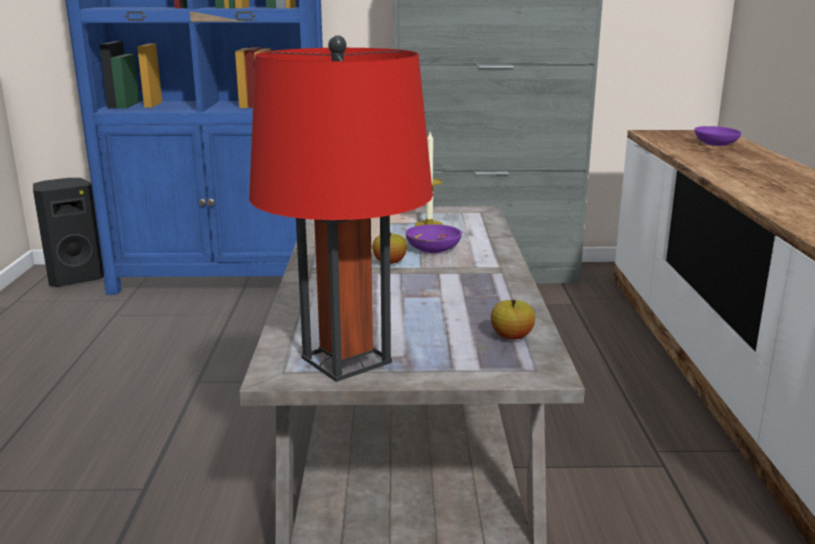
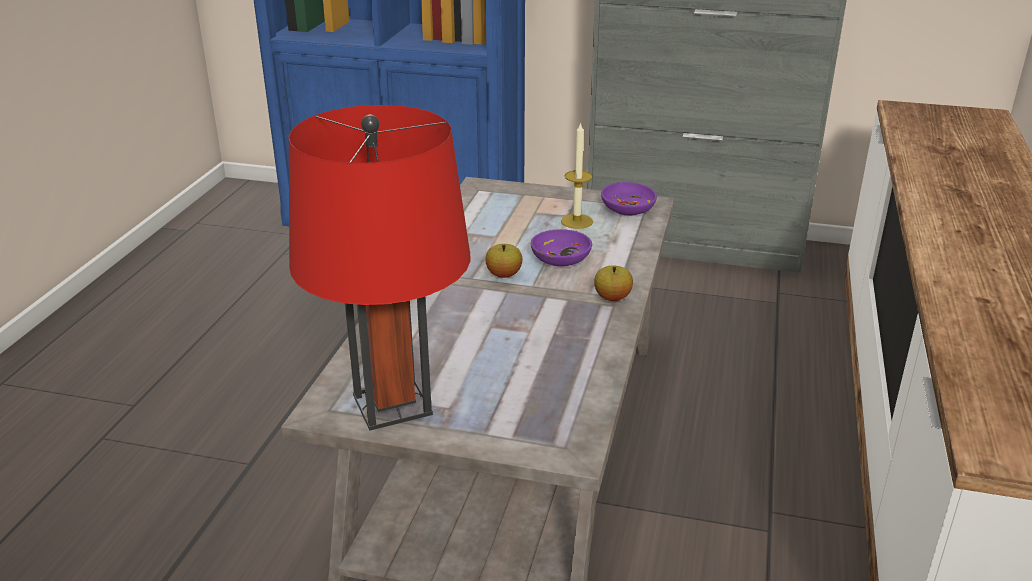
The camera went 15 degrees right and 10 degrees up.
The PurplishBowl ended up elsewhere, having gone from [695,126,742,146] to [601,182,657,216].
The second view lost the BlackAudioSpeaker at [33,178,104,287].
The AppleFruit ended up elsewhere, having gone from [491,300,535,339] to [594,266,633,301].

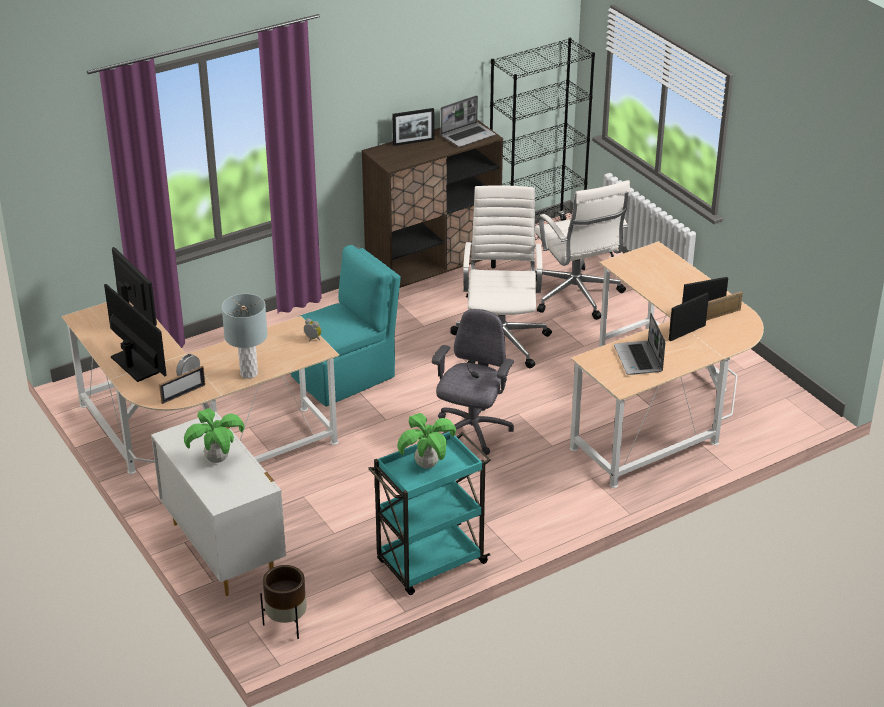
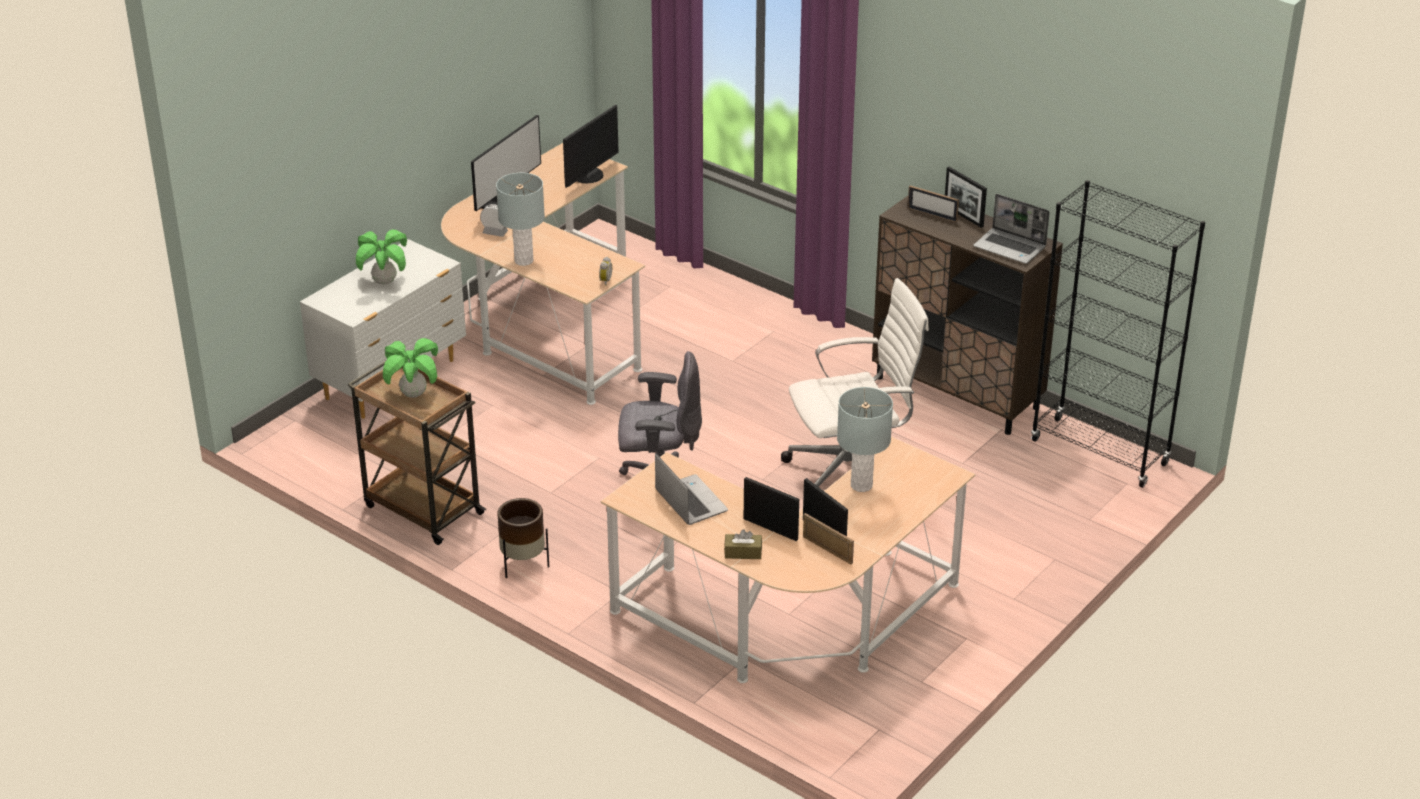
The camera went 70 degrees right and 0 degrees up.
The second view lost the WhiteOfficeChair at [535,180,630,320].
The second view lost the BlueGreenChair at [291,245,401,406].
The Laptop at [614,313,665,375] ended up facing another way, 90 degrees clockwise from before.
The PhotoFrame ended up elsewhere, having gone from [159,366,205,404] to [908,185,959,222].
What was the BlueGreenWheeledCart at [368,431,491,595] turned into the BrownColouredWheeledCart at [348,361,486,545].
The BrownColouredFlowerPot ended up elsewhere, having gone from [260,565,306,639] to [497,498,549,578].
The second view gained the GreyishTabletopLamp at [837,387,893,492].
The second view gained the BrownColouredTissueHolder at [724,529,762,559].

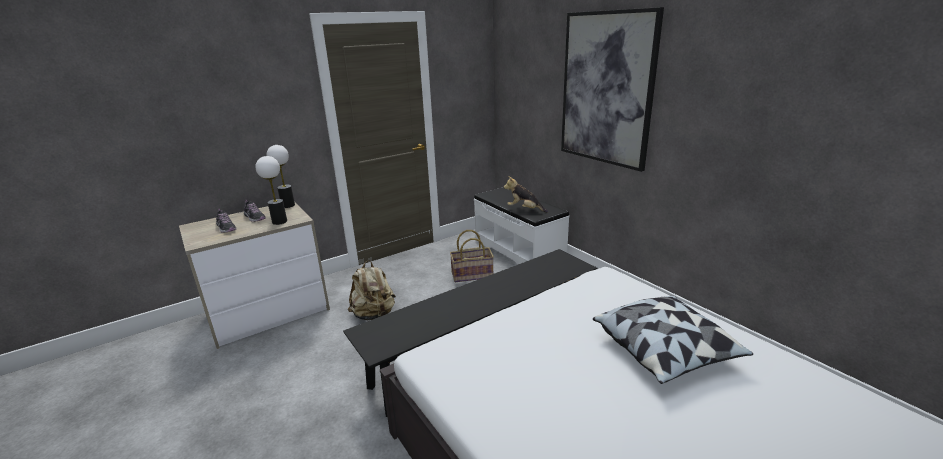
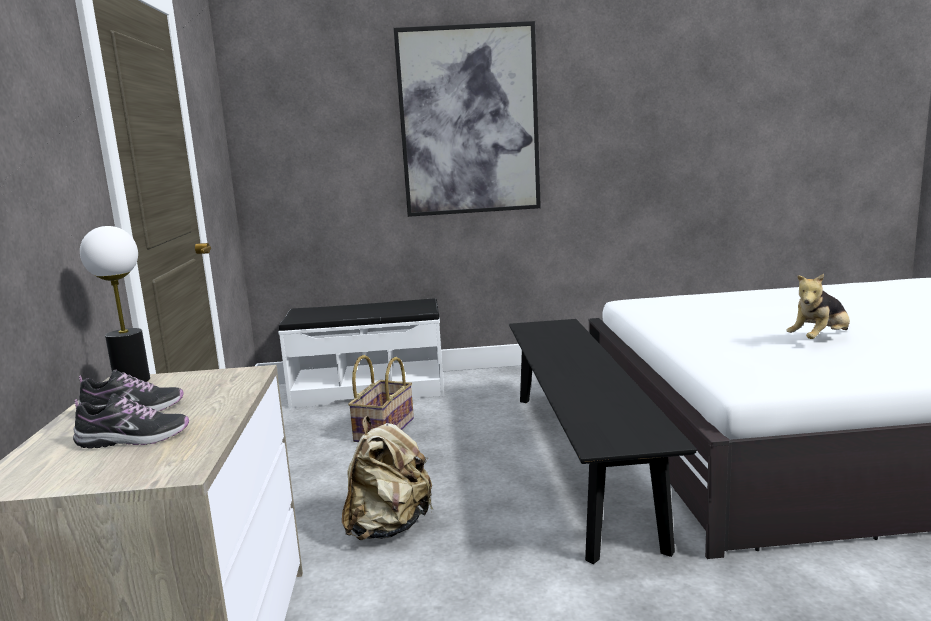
The camera went 60 degrees left and 10 degrees down.
The second view lost the TabletopLamp at [255,156,287,225].
The PlushToy ended up elsewhere, having gone from [504,176,548,213] to [786,274,850,339].
The second view lost the Pillow at [593,296,753,384].

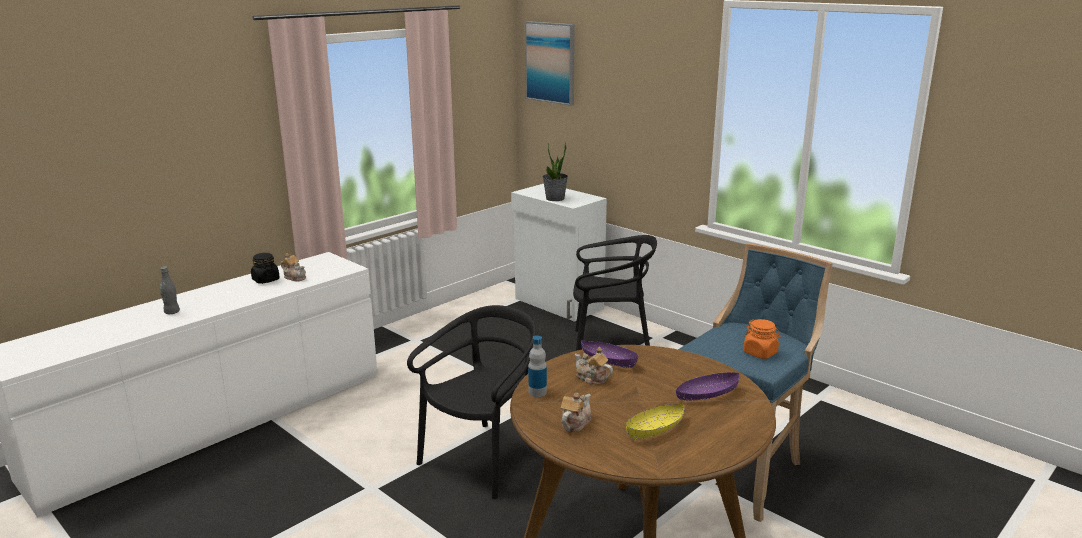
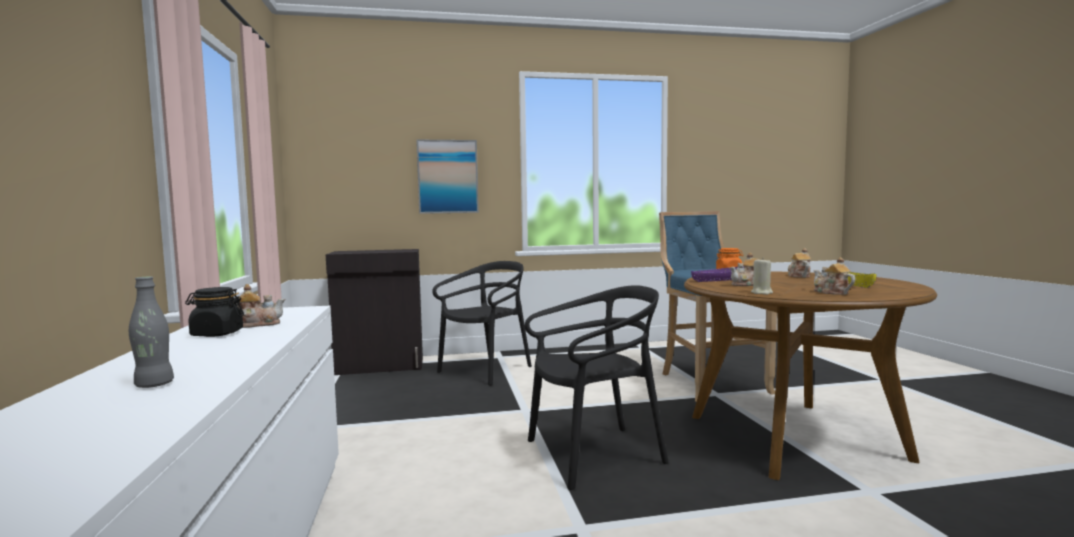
The camera went 55 degrees left and 15 degrees down.
The WallPicture ended up elsewhere, having gone from [525,21,575,106] to [416,140,479,214].
The second view lost the PottedPlant at [543,142,568,201].
What was the WhiteStorageCabinet at [511,184,607,322] turned into the BlackStorageCabinet at [326,249,423,375].
The BlackChair at [407,305,536,499] ended up facing another way, 90 degrees clockwise from before.
Where the DrinkBottle stood at [528,336,547,397], the BeigeWaxLight came to stand at [751,260,773,295].
Where the PurplishBowl stood at [676,372,739,401], the Teapot came to stand at [788,248,811,278].

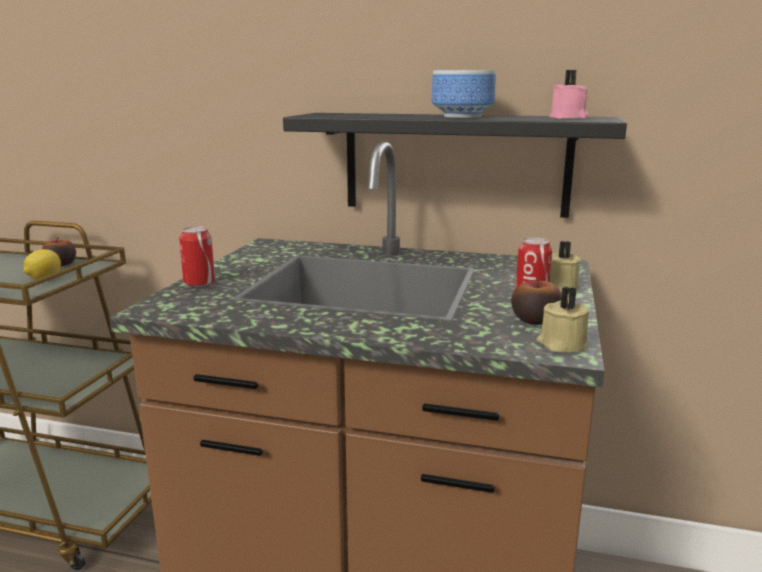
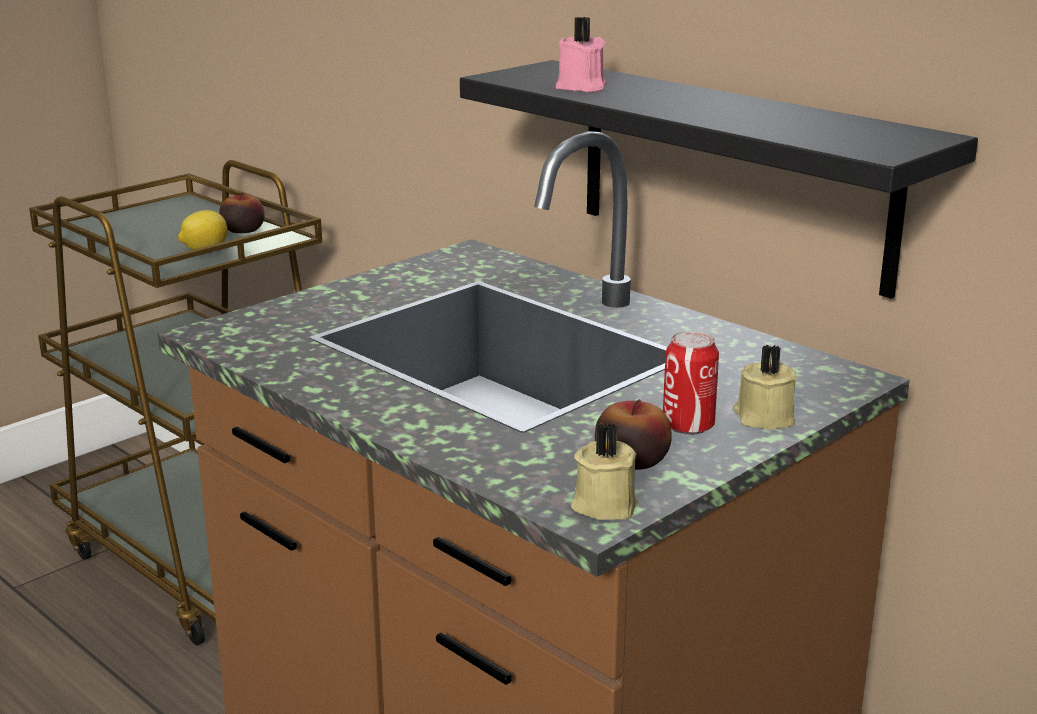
The camera went 30 degrees right and 5 degrees up.
The second view lost the Bowl at [432,70,496,118].
The PinkishWaxLight ended up elsewhere, having gone from [550,70,589,119] to [556,17,607,92].
The second view lost the SealedCan at [179,226,215,287].

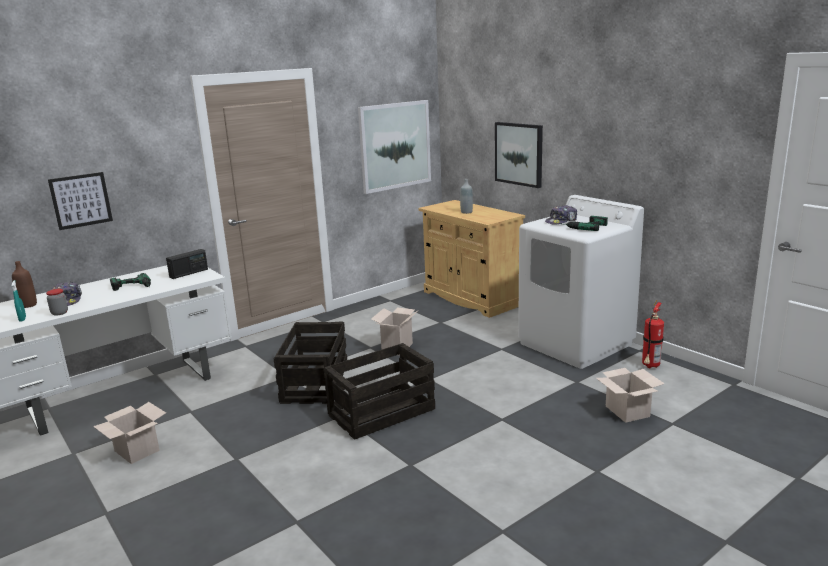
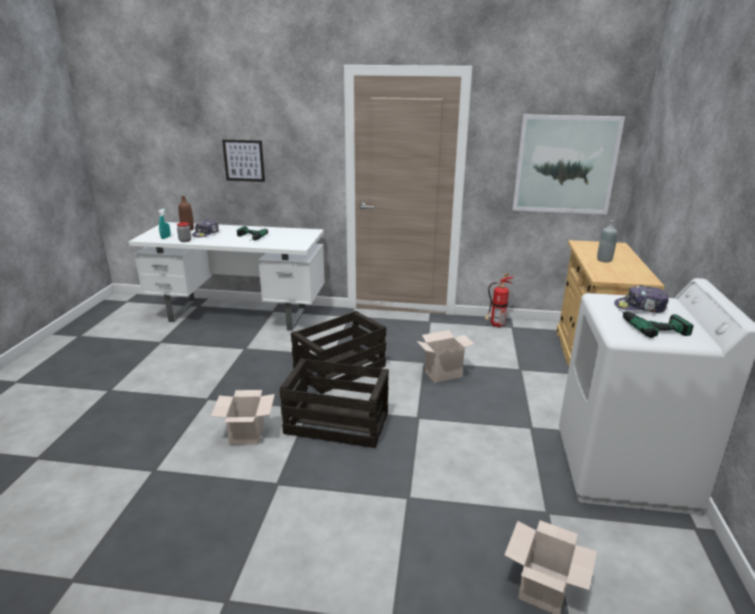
The camera went 45 degrees right and 5 degrees up.
The second view lost the WallPicture at [495,122,543,188].
The second view lost the Radio at [166,249,208,279].
The FireExtinguisher ended up elsewhere, having gone from [642,300,664,368] to [484,273,513,328].
The CardboardBox ended up elsewhere, having gone from [93,402,166,464] to [211,390,275,445].

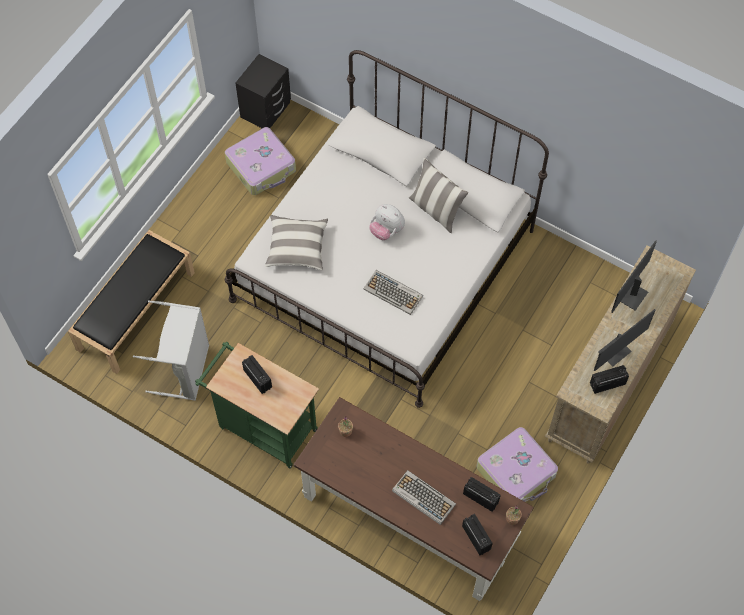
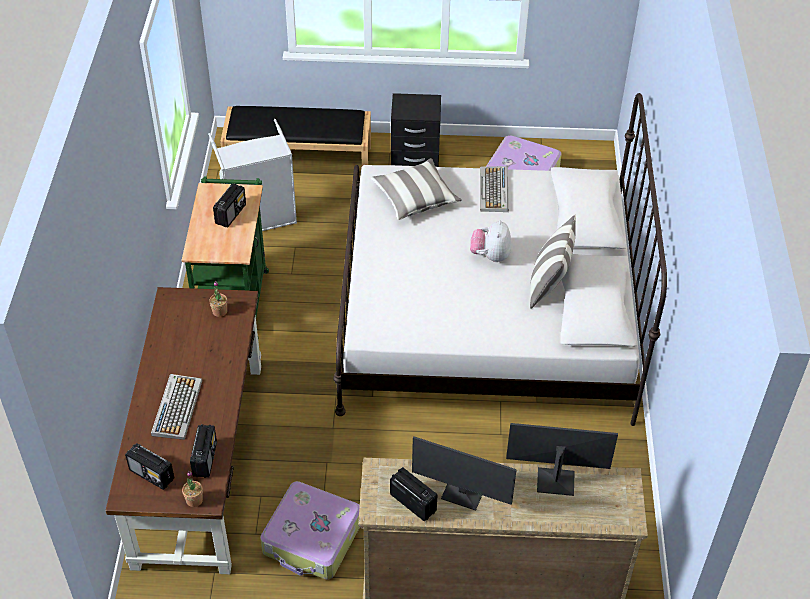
The camera went 60 degrees right and 15 degrees down.
The BlackBedsideTable ended up elsewhere, having gone from [235,54,291,128] to [391,93,441,167].
The ComputerKeyboard ended up elsewhere, having gone from [364,270,423,315] to [480,166,509,212].
The Radio at [462,514,492,555] ended up facing another way, 90 degrees clockwise from before.

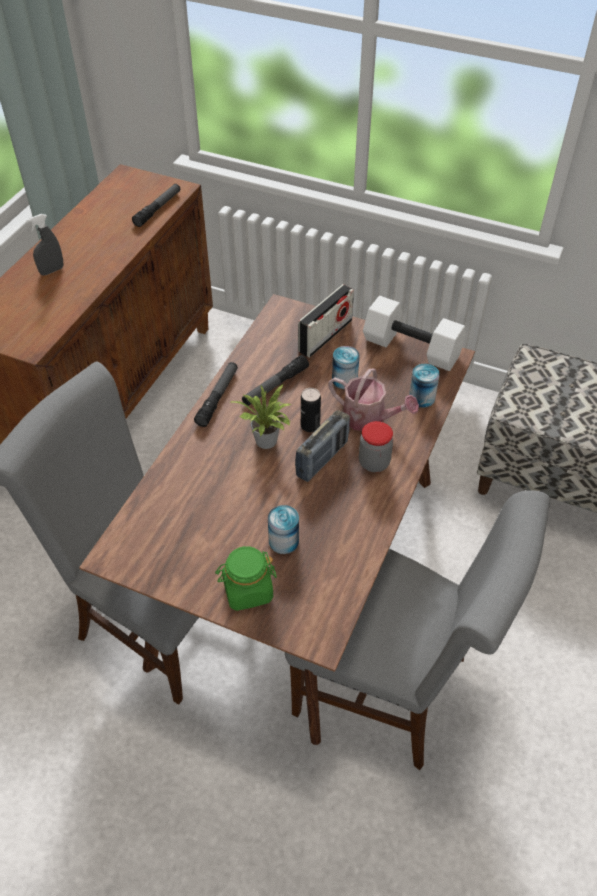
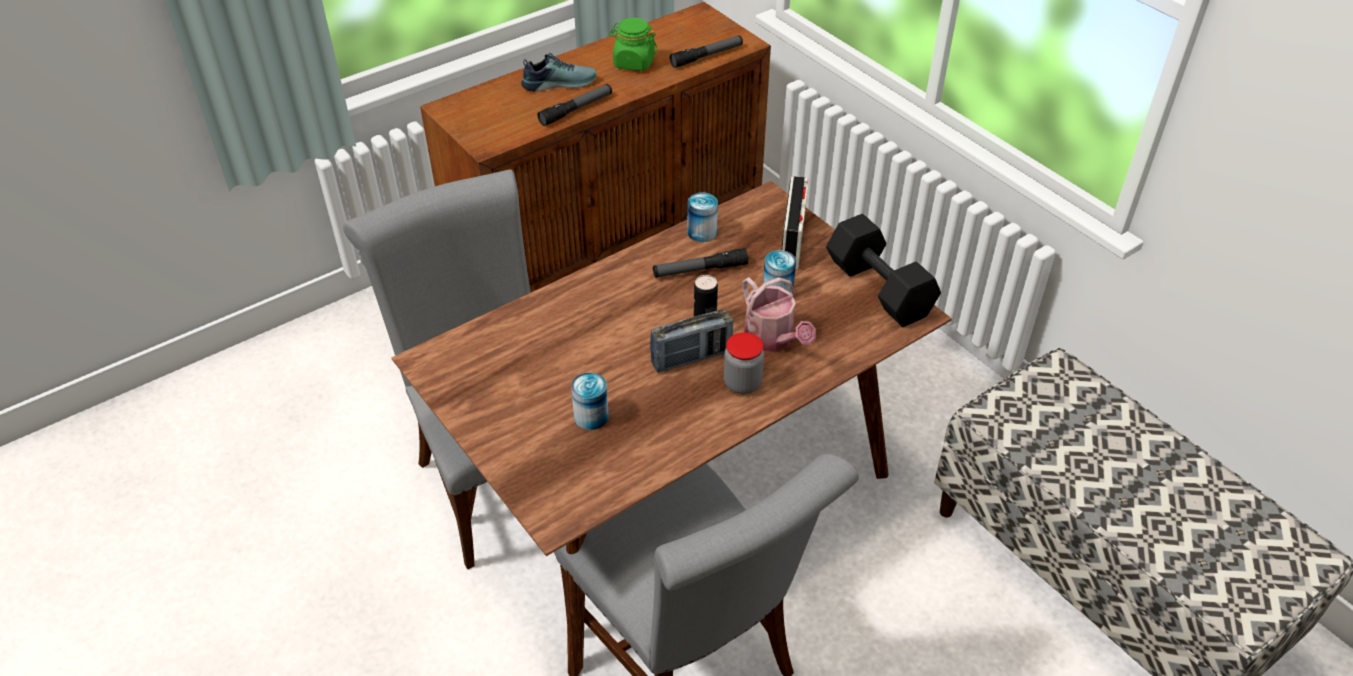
The camera went 30 degrees right and 5 degrees down.
Where the GreyishSprayBottle stood at [27,214,64,275], the ItemOfFootwear came to stand at [521,53,597,92].
The Radio at [298,284,354,358] ended up facing another way, 60 degrees counterclockwise from before.
What was the WhiteHandWeight at [363,296,466,371] turned into the BlackHandWeight at [826,214,941,327].
The HandTorch ended up elsewhere, having gone from [194,362,238,427] to [538,84,612,126].
The SealedCan ended up elsewhere, having gone from [409,364,440,408] to [687,193,718,242].
The second view lost the PottedPlant at [231,384,291,449].
The GreenColouredJar ended up elsewhere, having gone from [215,546,277,611] to [609,18,657,71].

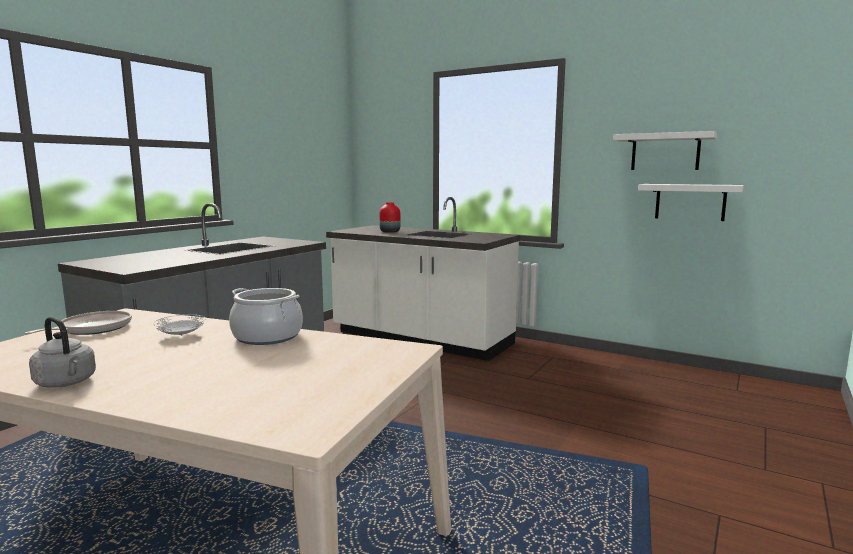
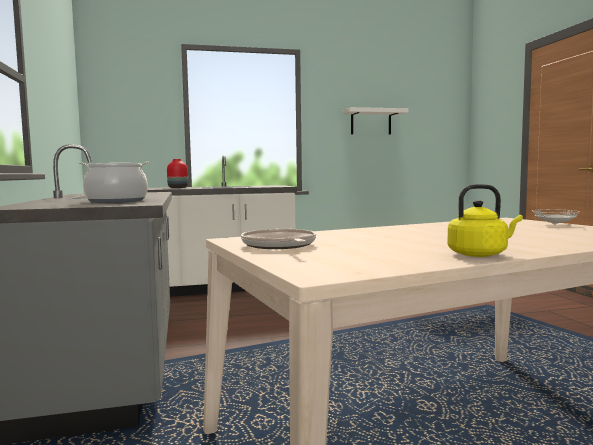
The camera went 45 degrees left and 5 degrees down.
The second view lost the WhiteShelf at [638,184,744,221].
The Saucepot ended up elsewhere, having gone from [229,288,303,345] to [78,162,150,203].
The WhiteFlatDish ended up elsewhere, having gone from [154,314,206,336] to [532,209,580,225].
What was the GreyishWaterKettle at [29,317,96,388] turned into the YellowishWaterKettle at [447,184,523,257].

